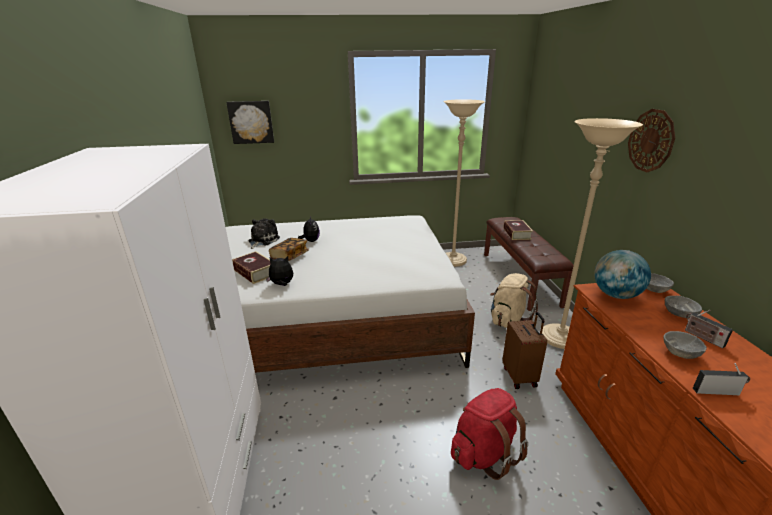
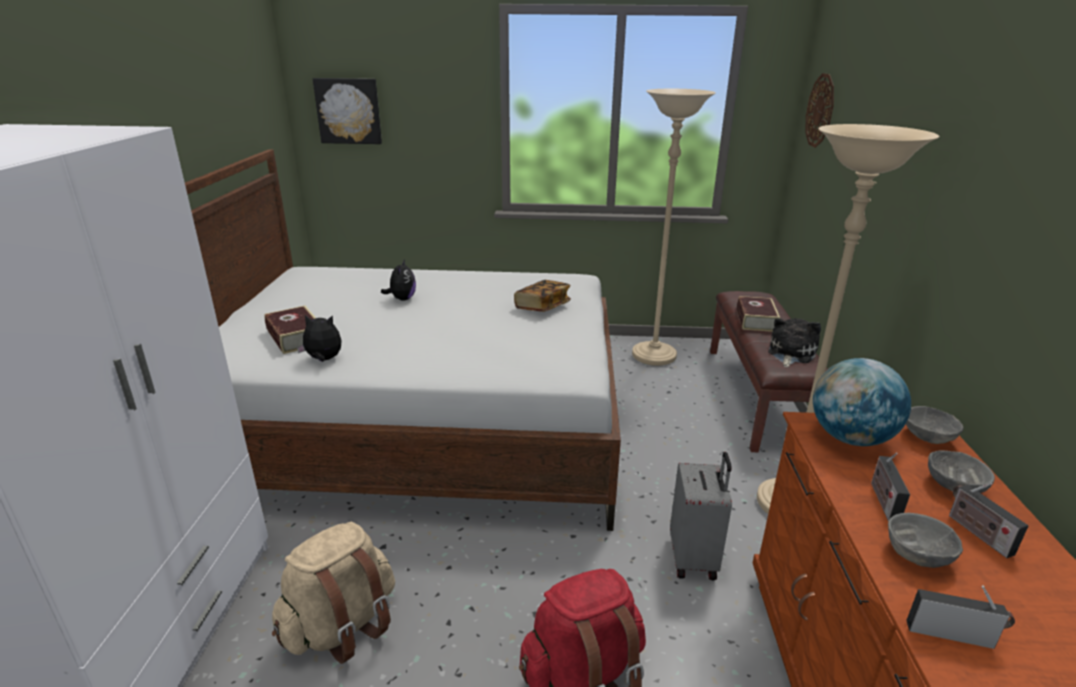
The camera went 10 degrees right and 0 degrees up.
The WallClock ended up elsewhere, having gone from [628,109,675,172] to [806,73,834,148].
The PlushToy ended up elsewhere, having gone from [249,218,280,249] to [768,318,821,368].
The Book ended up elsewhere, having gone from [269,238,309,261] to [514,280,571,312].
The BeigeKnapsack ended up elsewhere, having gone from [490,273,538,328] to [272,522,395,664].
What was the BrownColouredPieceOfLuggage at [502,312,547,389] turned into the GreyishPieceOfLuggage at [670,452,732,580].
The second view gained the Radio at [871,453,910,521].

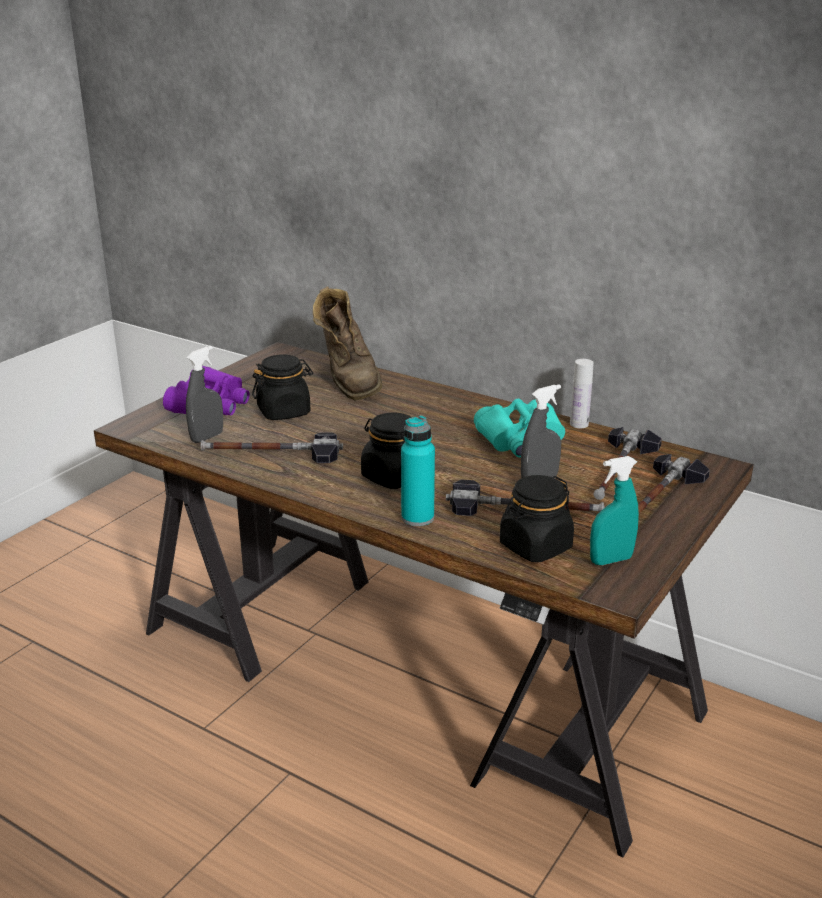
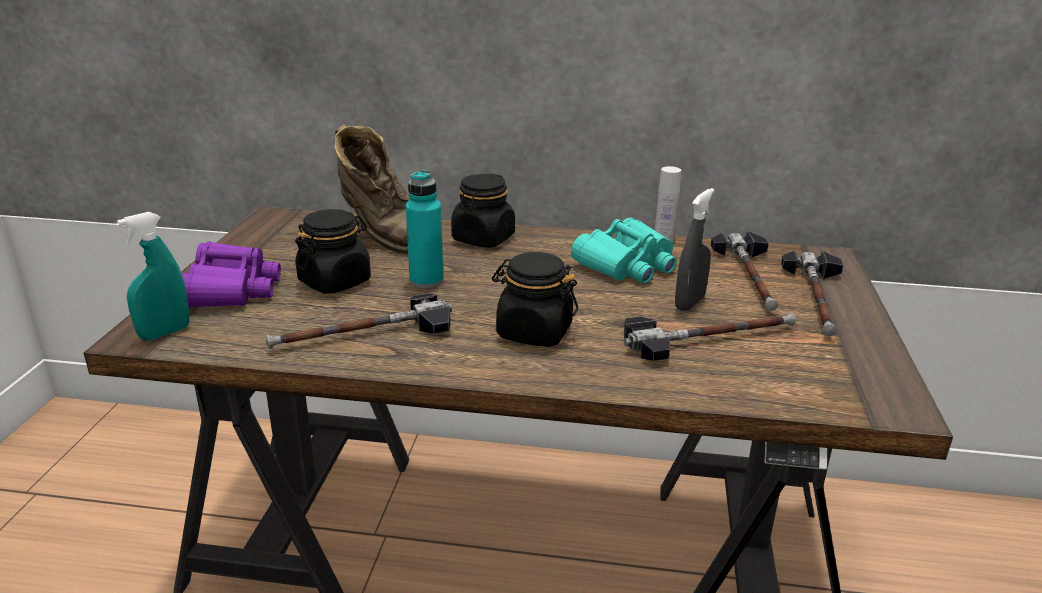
The camera went 25 degrees left and 0 degrees up.
The second view lost the GreyishSprayBottle at [186,346,223,443].
The BlueGreenDrinkBottle ended up elsewhere, having gone from [401,415,435,526] to [406,170,444,288].
The BlueGreenSprayBottle ended up elsewhere, having gone from [590,456,639,565] to [117,212,189,341].
The BlackJar ended up elsewhere, having gone from [500,475,574,562] to [451,173,515,247].

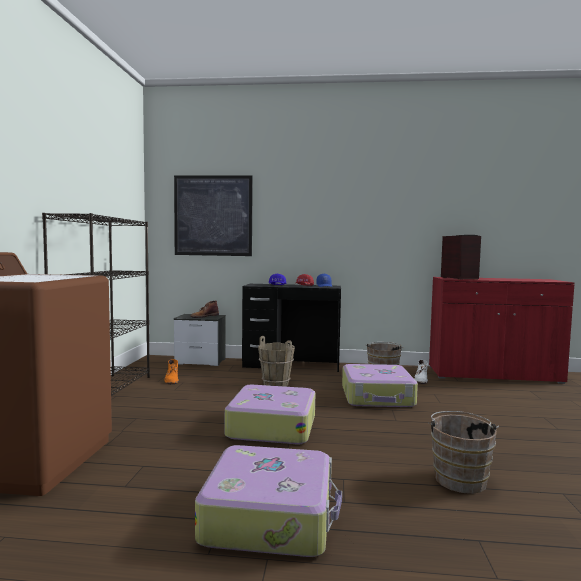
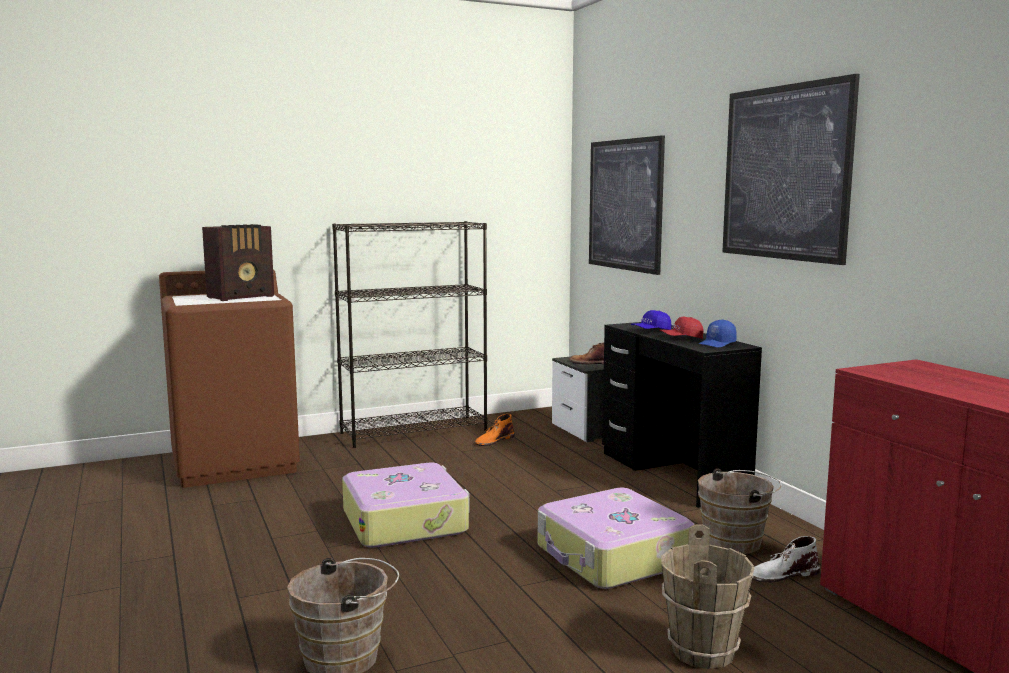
The camera went 60 degrees right and 5 degrees up.
The Radio ended up elsewhere, having gone from [441,235,481,280] to [202,224,274,301].
The BrownColouredPail ended up elsewhere, having gone from [258,336,295,387] to [661,524,755,669].
The second view lost the PieceOfLuggage at [195,445,342,557].
The second view gained the WallPicture at [722,74,860,265].

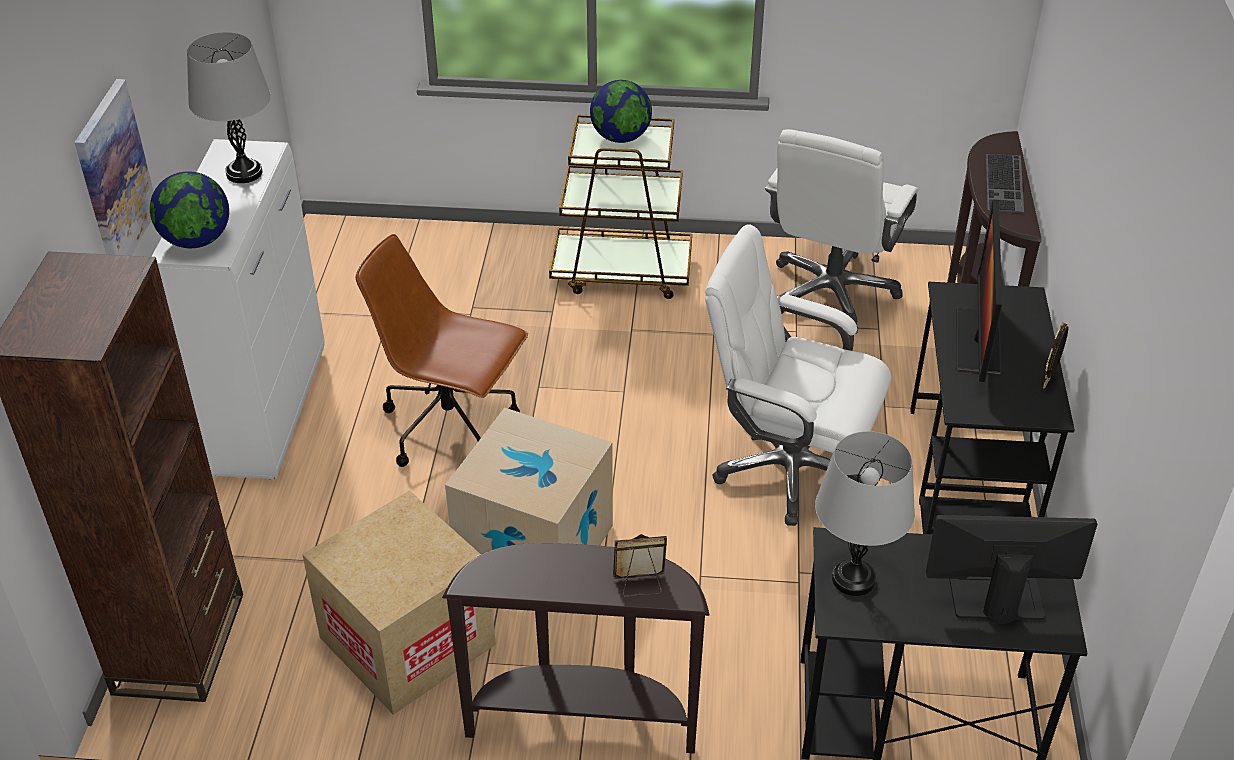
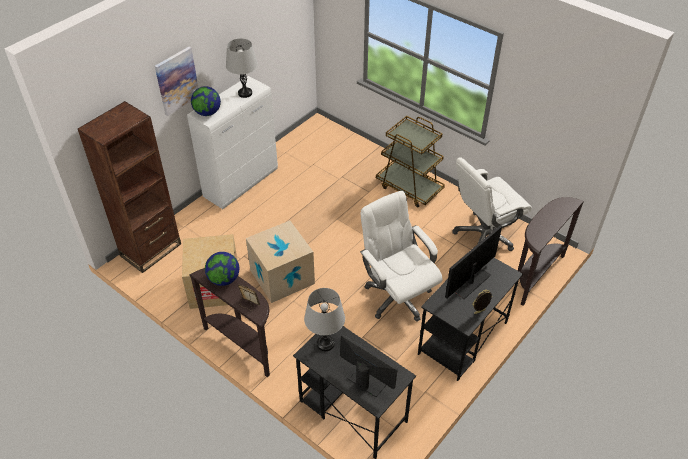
The camera went 35 degrees right and 5 degrees up.
The DeskGlobe ended up elsewhere, having gone from [590,80,652,143] to [205,252,239,286].
The second view lost the ComputerKeyboard at [986,154,1024,213].
The second view lost the BrownColouredOfficeChair at [356,234,528,467].

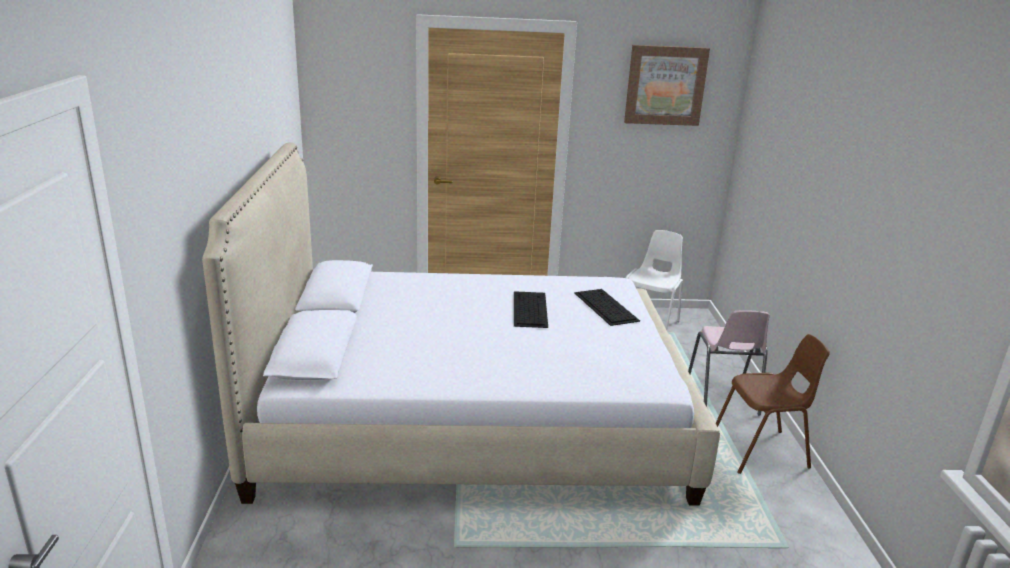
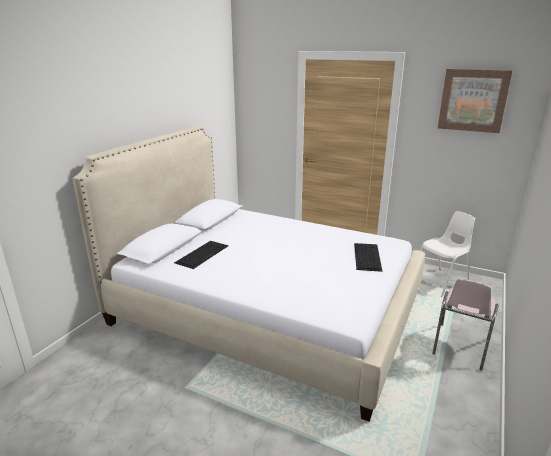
The camera went 30 degrees right and 0 degrees up.
The ComputerKeyboard ended up elsewhere, having gone from [514,291,548,328] to [174,241,229,269].
The second view lost the BrownColouredChair at [716,334,830,474].

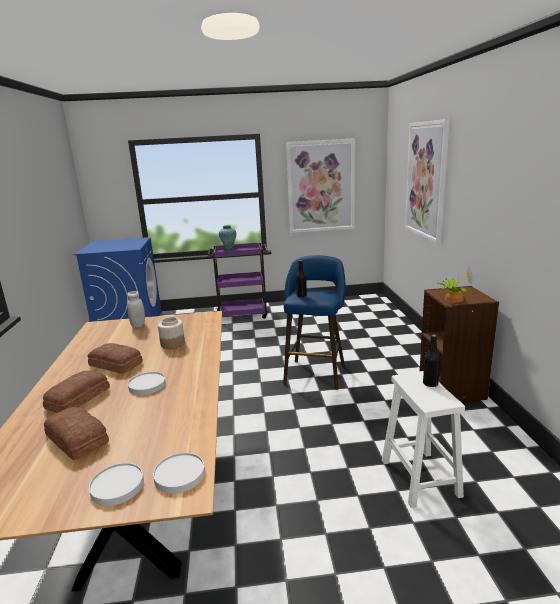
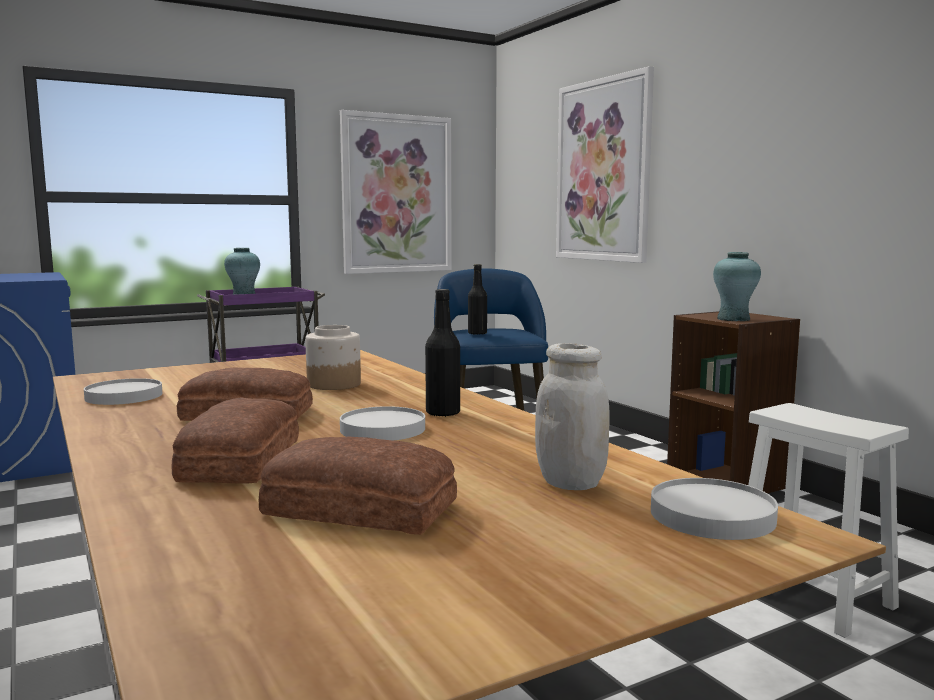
The camera went 25 degrees left and 10 degrees down.
Where the PottedPlant stood at [437,267,473,302], the BlueGreenVase came to stand at [713,252,761,321].
The WhiteJar ended up elsewhere, having gone from [127,291,145,328] to [535,343,610,490].
The BlackDrinkBottle ended up elsewhere, having gone from [423,334,440,387] to [425,289,460,417].
The WhiteFlatDish ended up elsewhere, having gone from [89,463,144,506] to [84,378,162,405].

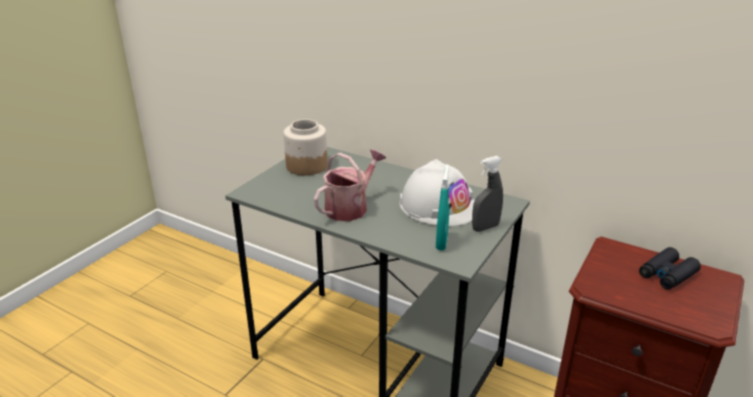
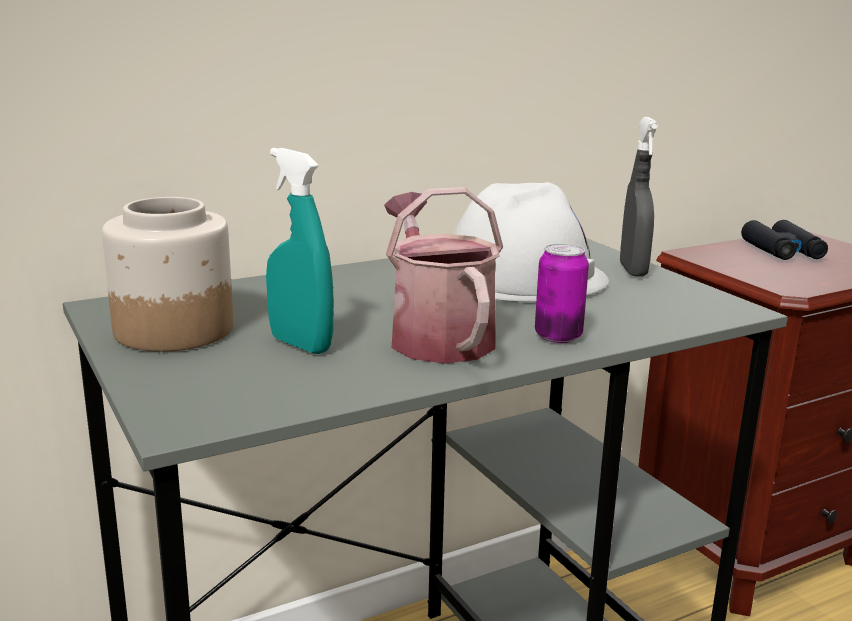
The camera went 60 degrees left and 10 degrees down.
The BlueGreenSprayBottle ended up elsewhere, having gone from [436,164,449,251] to [266,148,334,354].
The second view gained the SealedCan at [535,243,589,343].

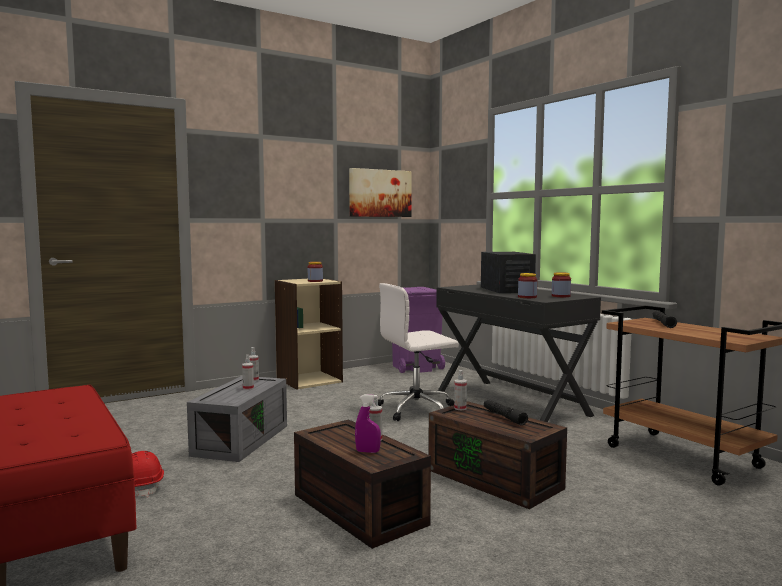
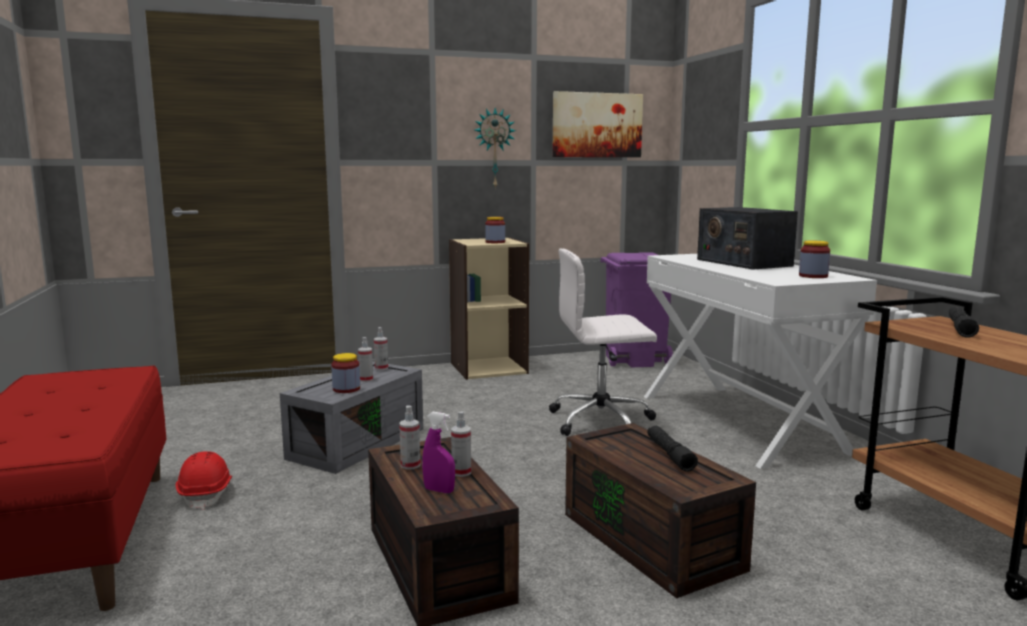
The camera went 15 degrees right and 5 degrees up.
The Radio at [481,252,536,293] ended up facing another way, 150 degrees clockwise from before.
The Jar ended up elsewhere, having gone from [518,273,537,298] to [331,353,360,393].
What was the BlackDeskTable at [436,284,601,422] turned into the WhiteDeskTable at [644,254,877,469].
The SprayBottle ended up elsewhere, having gone from [454,370,467,410] to [399,405,420,469].
The second view gained the WallClock at [475,108,516,190].

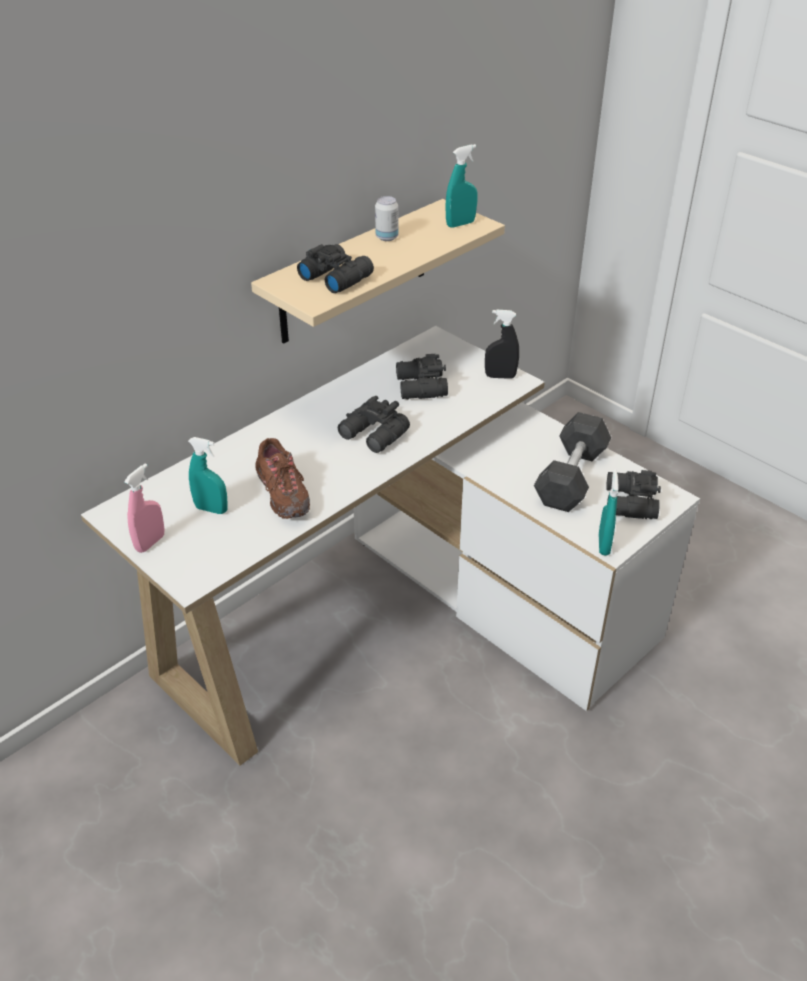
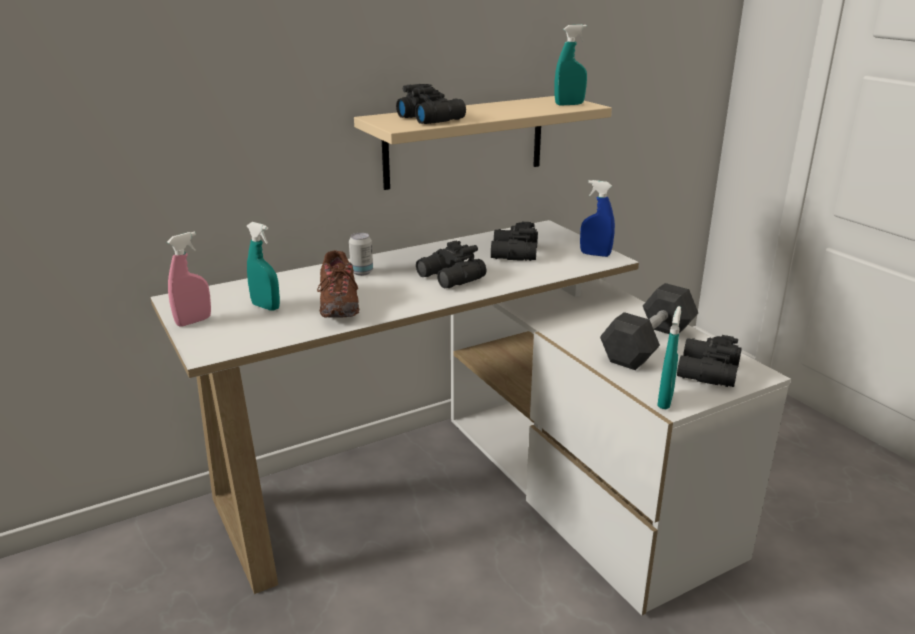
The camera went 15 degrees right and 15 degrees down.
The SealedCan ended up elsewhere, having gone from [375,196,398,241] to [349,233,373,276].
What was the BlackSprayBottle at [485,310,519,379] turned into the BlueColouredSprayBottle at [580,180,615,257].

